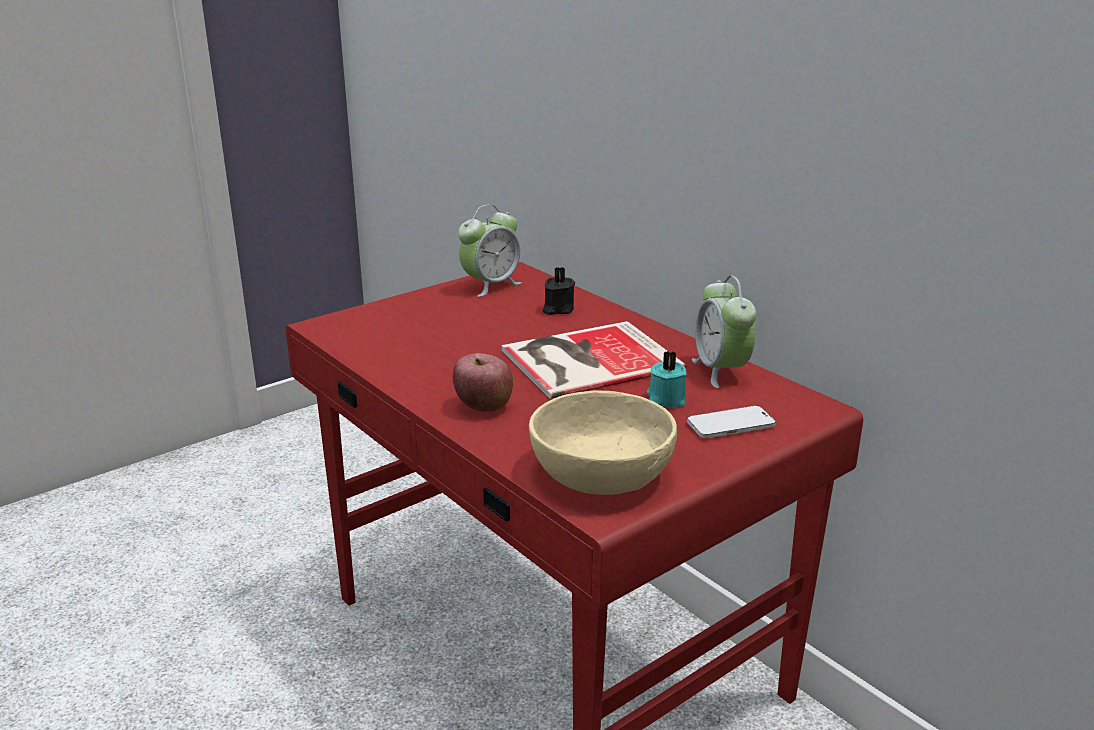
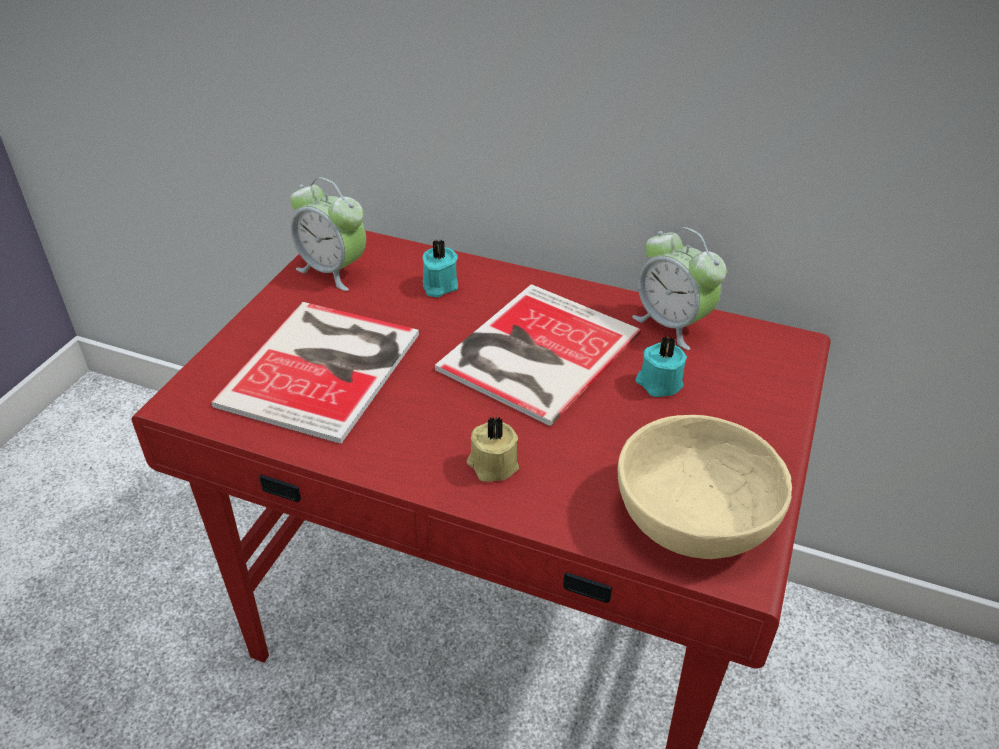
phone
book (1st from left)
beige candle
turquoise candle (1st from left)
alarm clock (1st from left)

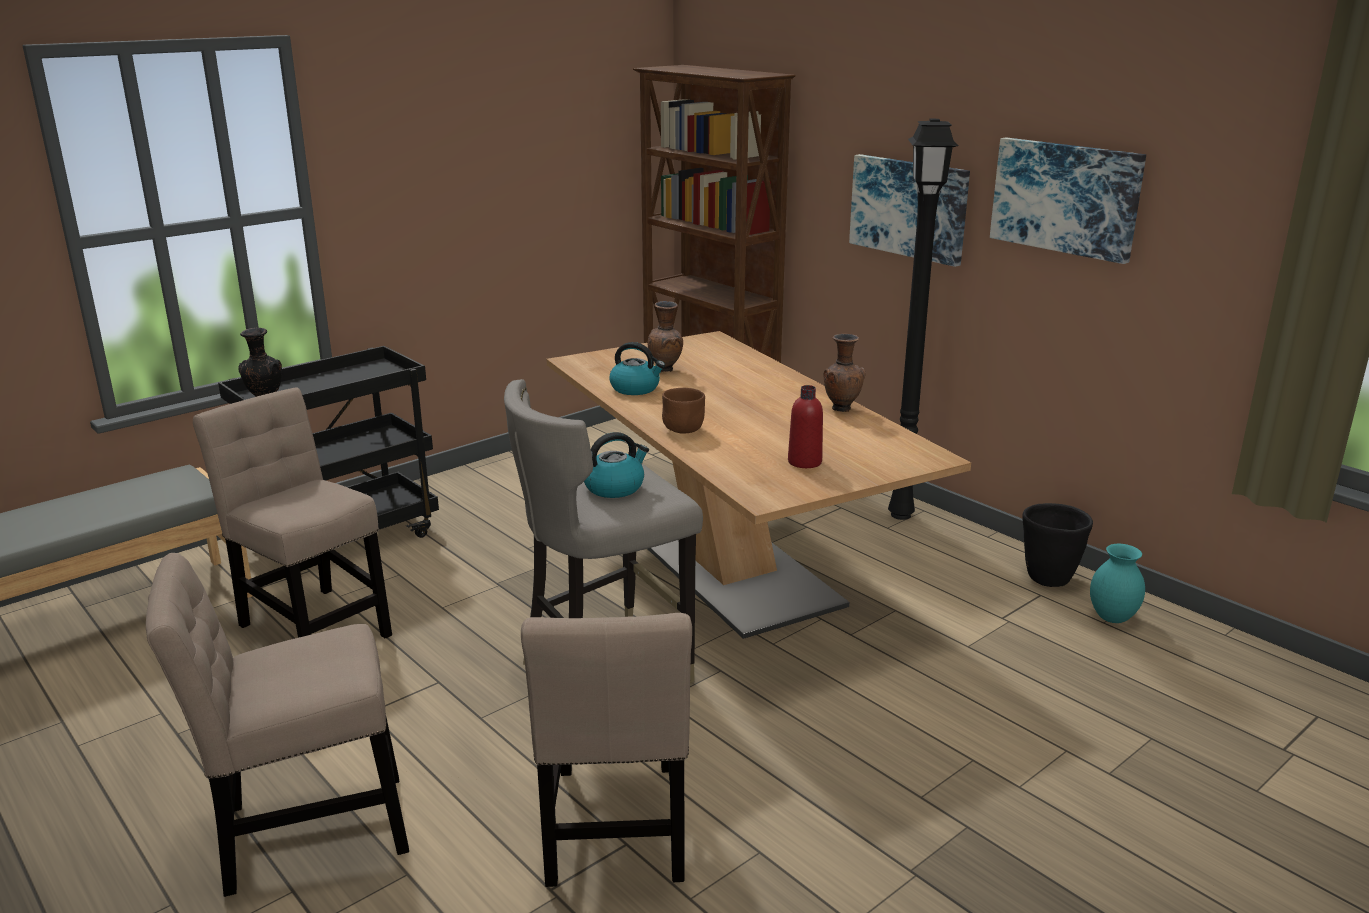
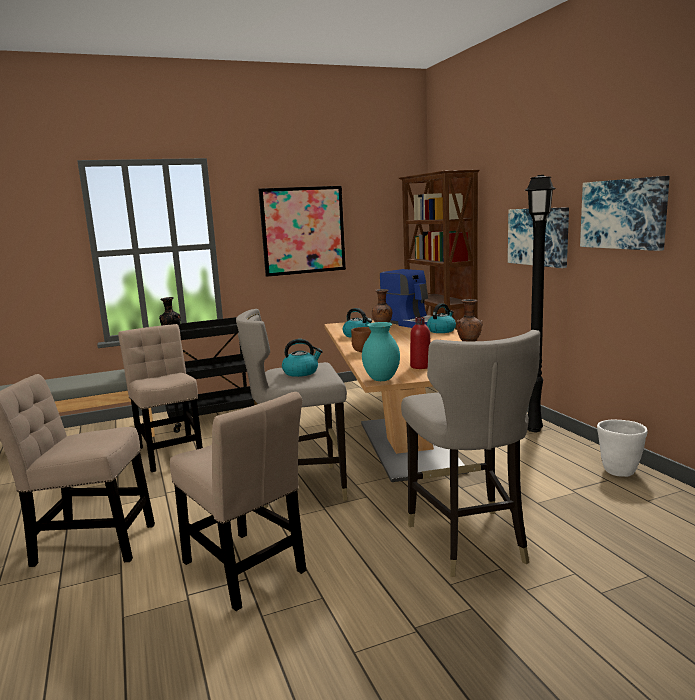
picture (1st from left)
coffee machine
grey stool (2nd from left)
kettle (3rd from left)
turquoise vase
white planter
beige chair (3rd from left)

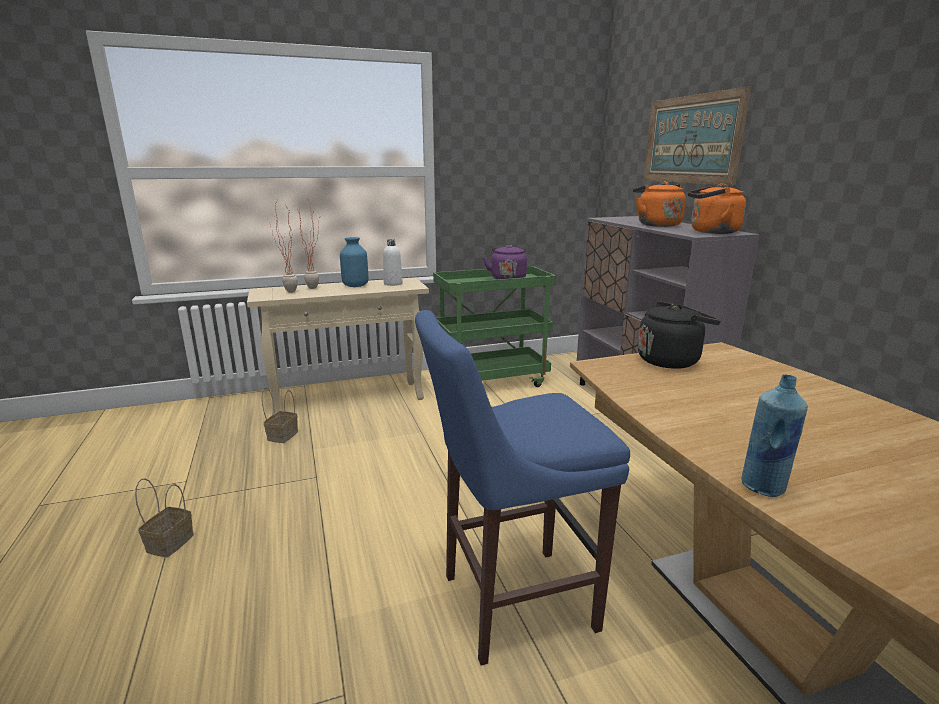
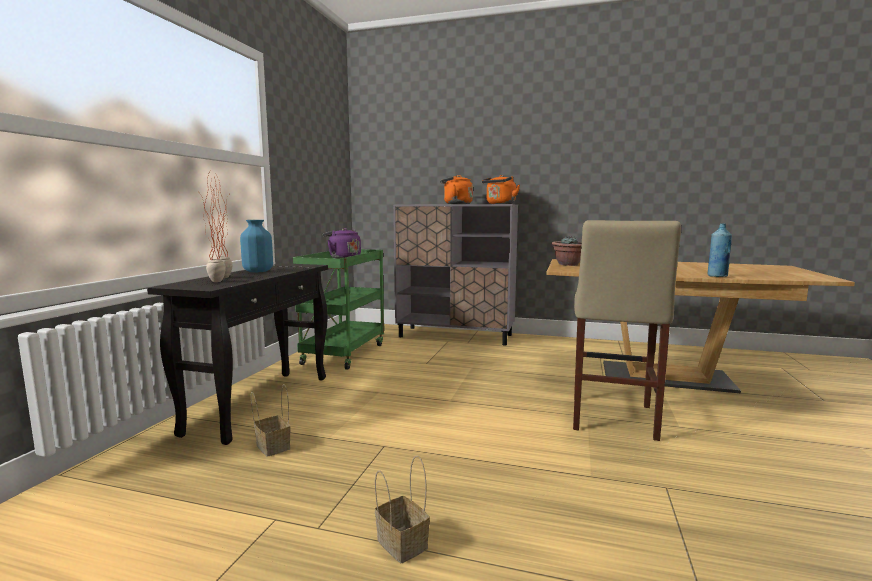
white bottle
picture
potted plant (3rd from left)
black console table
beige stool

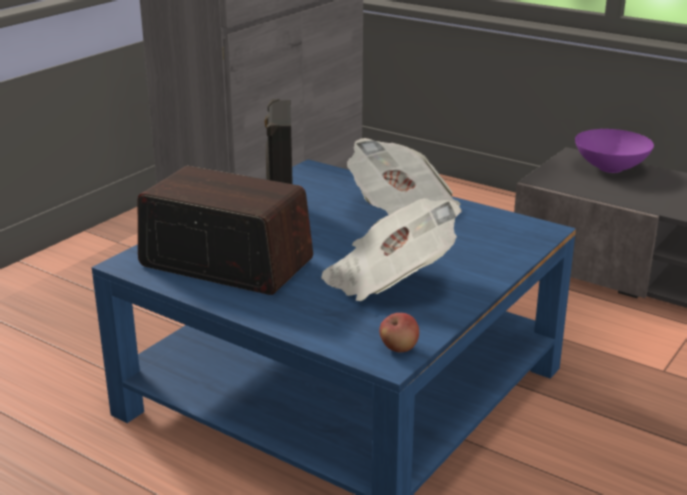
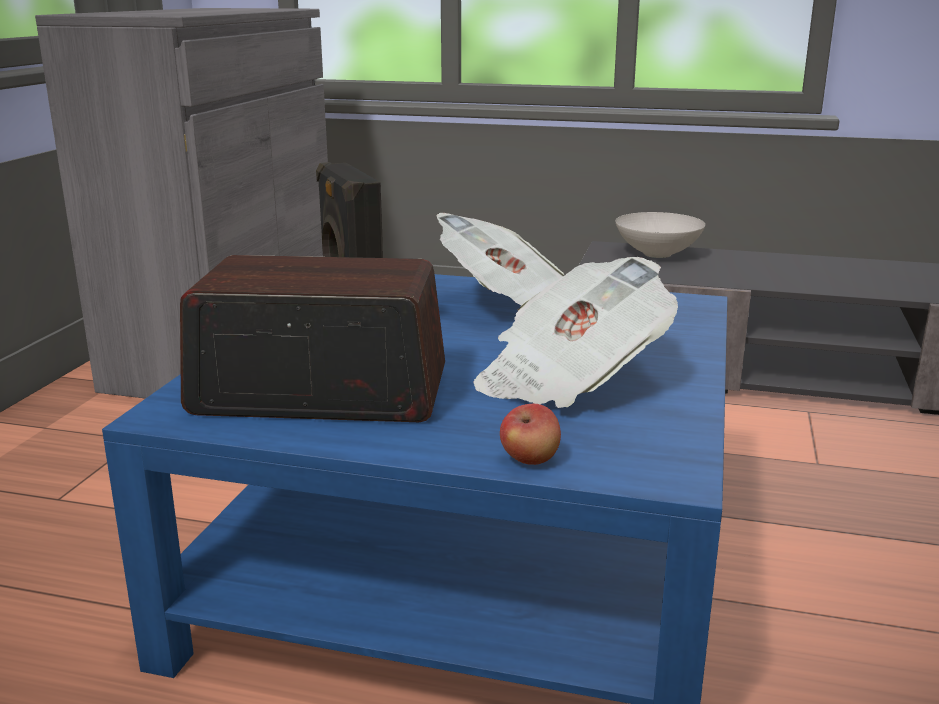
apple
white bowl

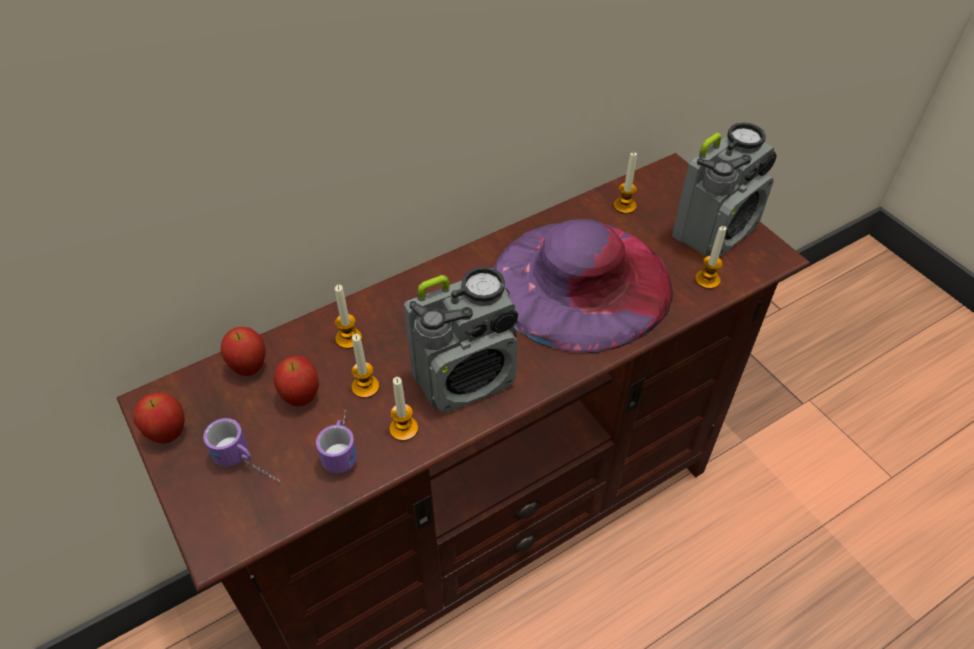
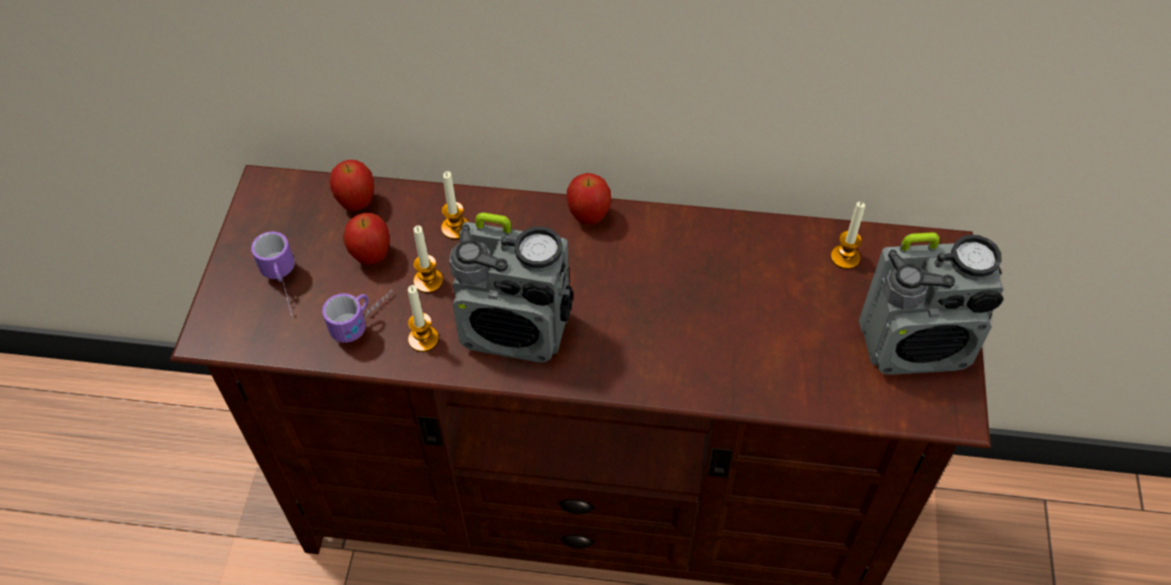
purple hat
candle (5th from left in the first image)
apple (3rd from left)

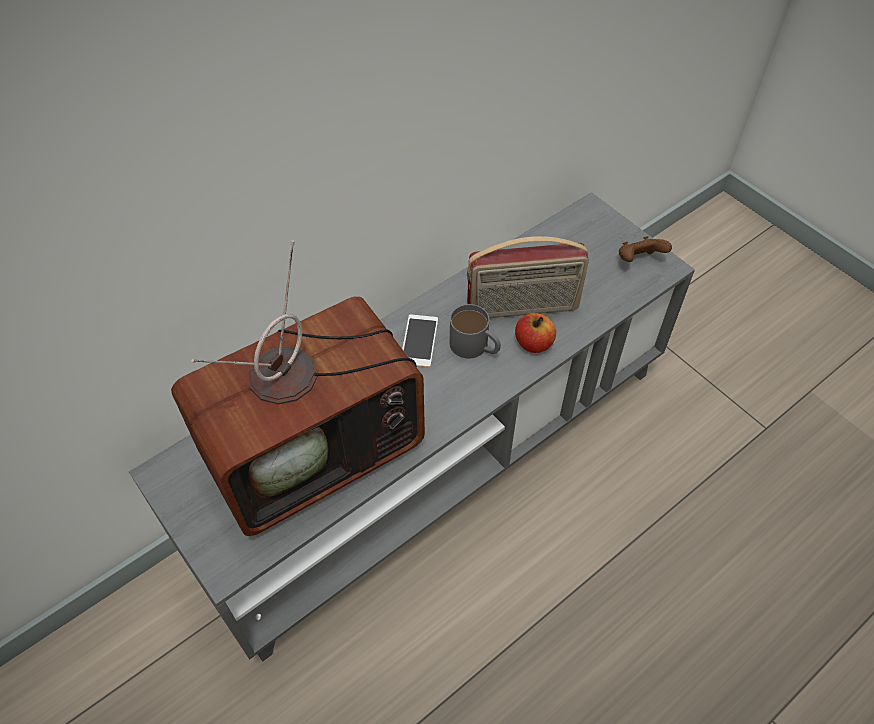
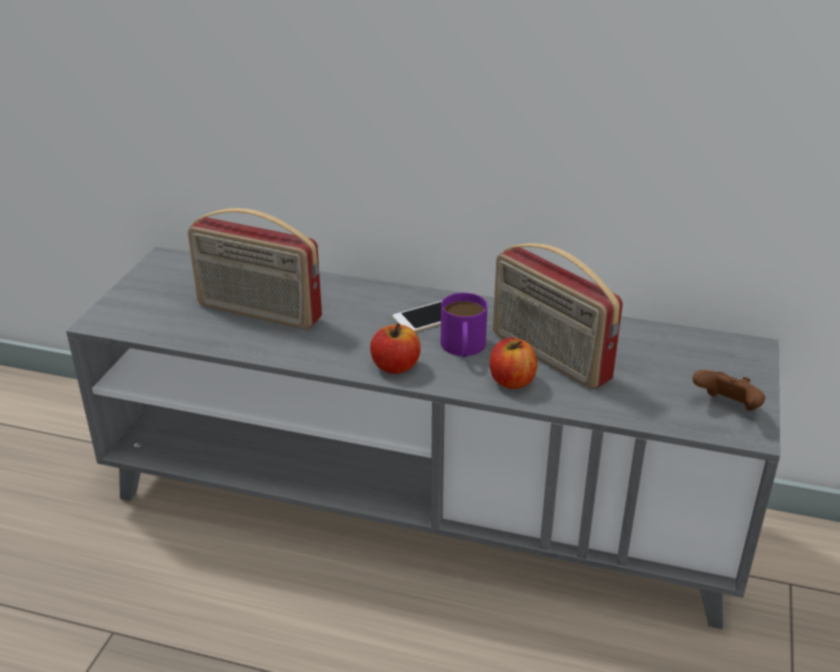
apple (1st from left)
radio (1st from left)
purple mug

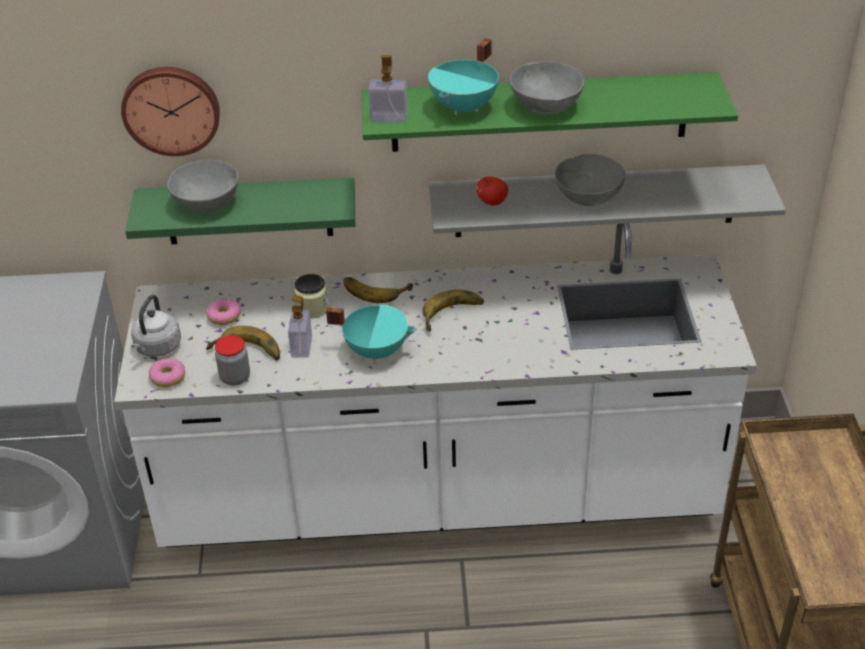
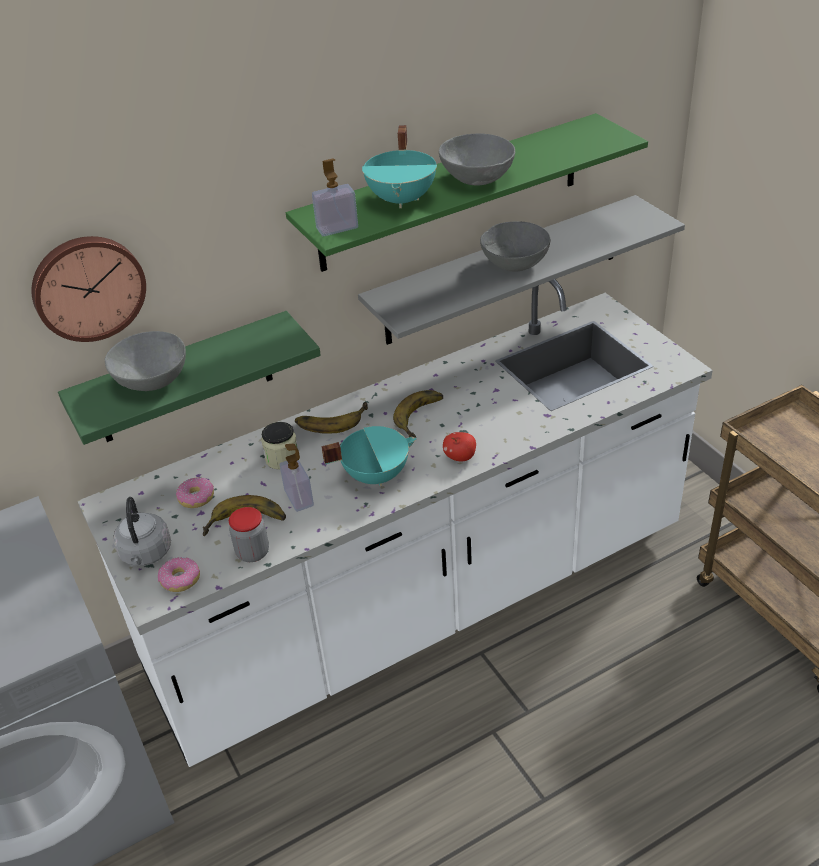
apple

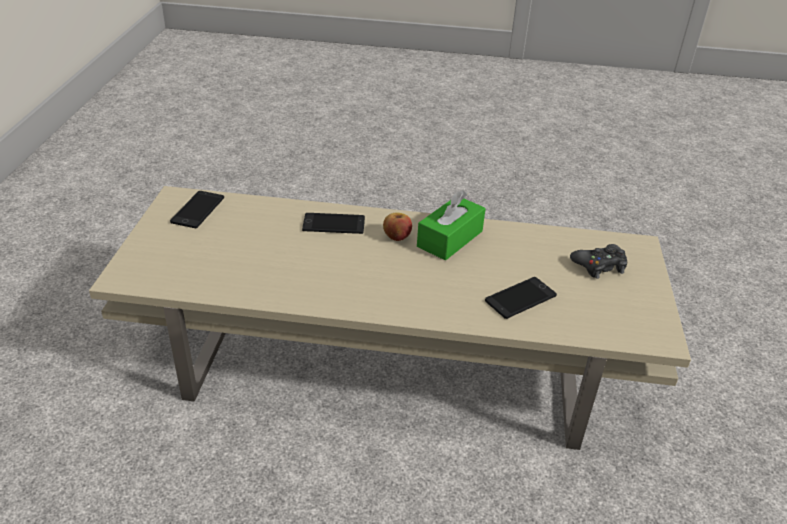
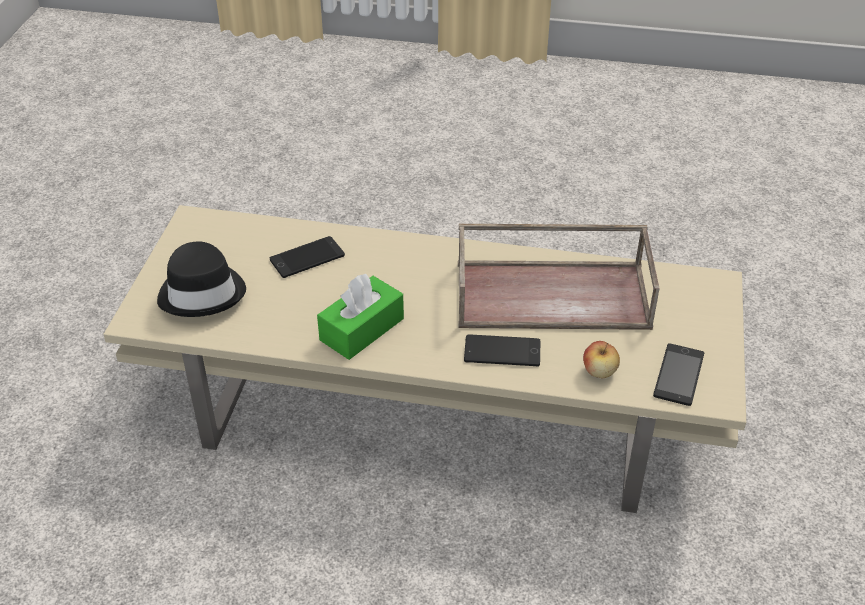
brown tray
apple
black hat

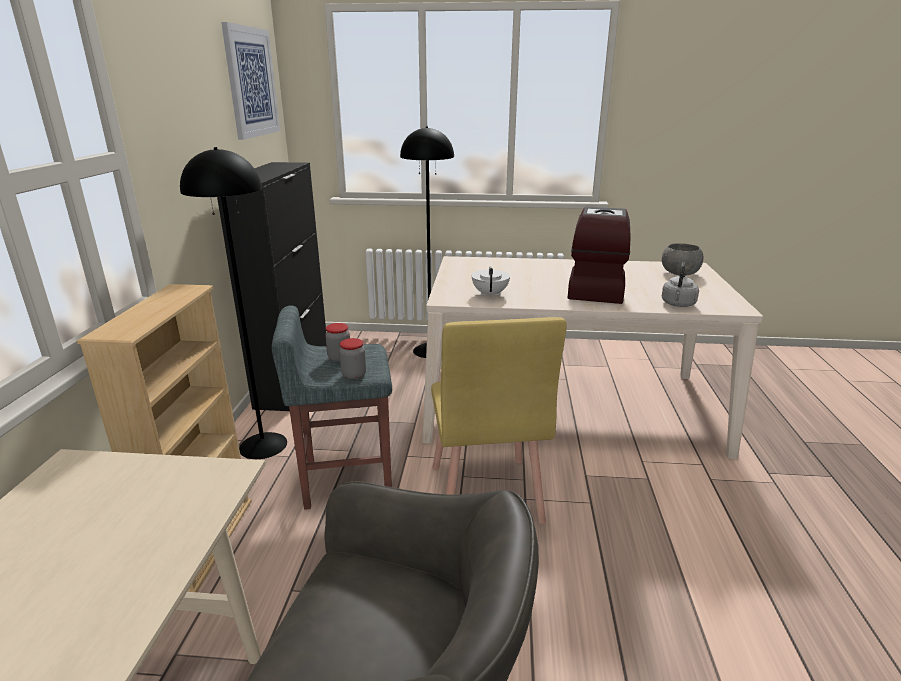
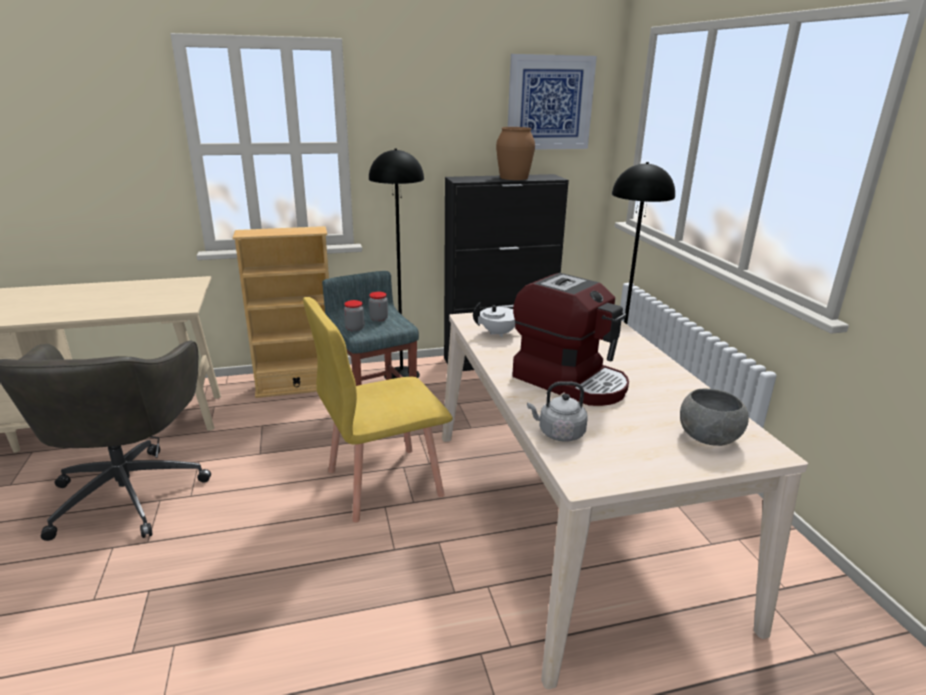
brown vase
coffee machine

